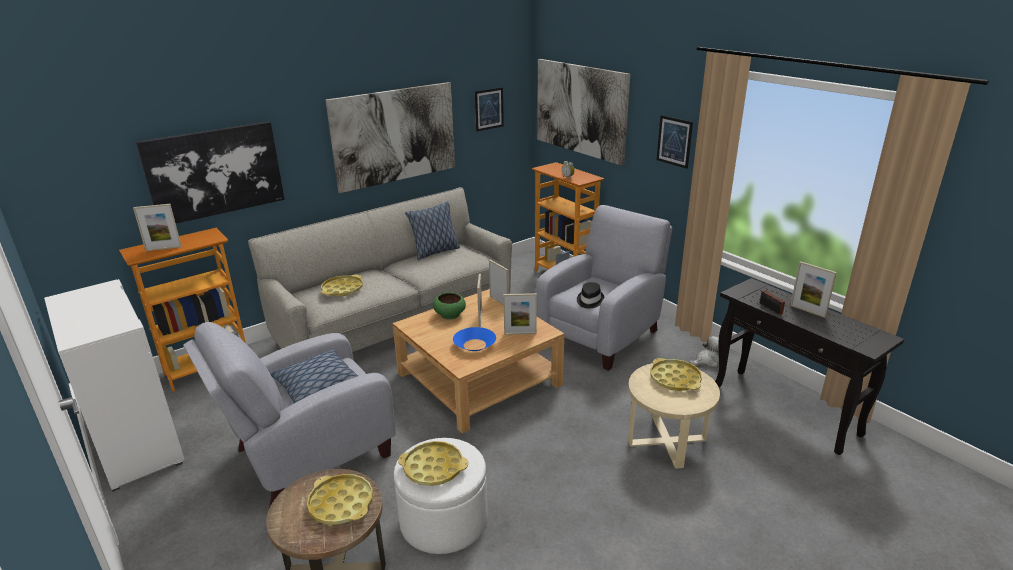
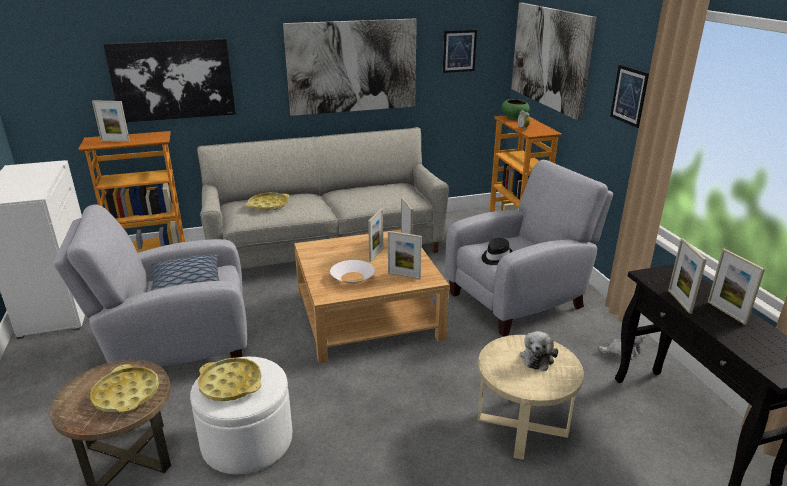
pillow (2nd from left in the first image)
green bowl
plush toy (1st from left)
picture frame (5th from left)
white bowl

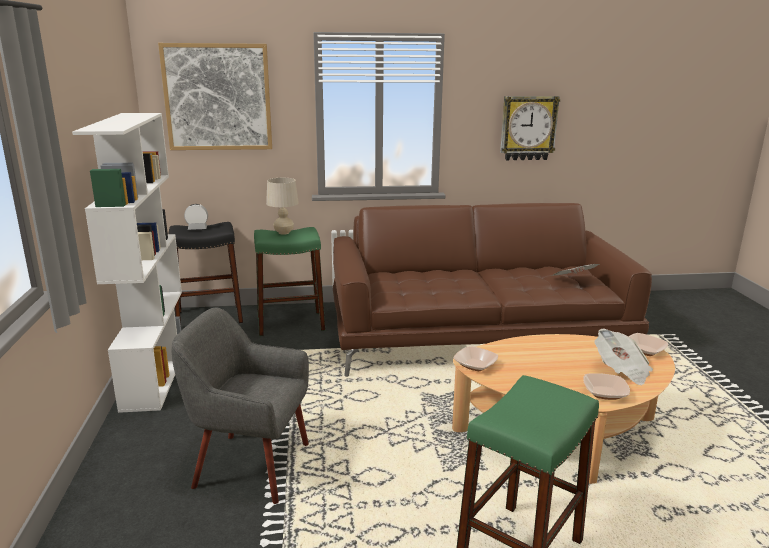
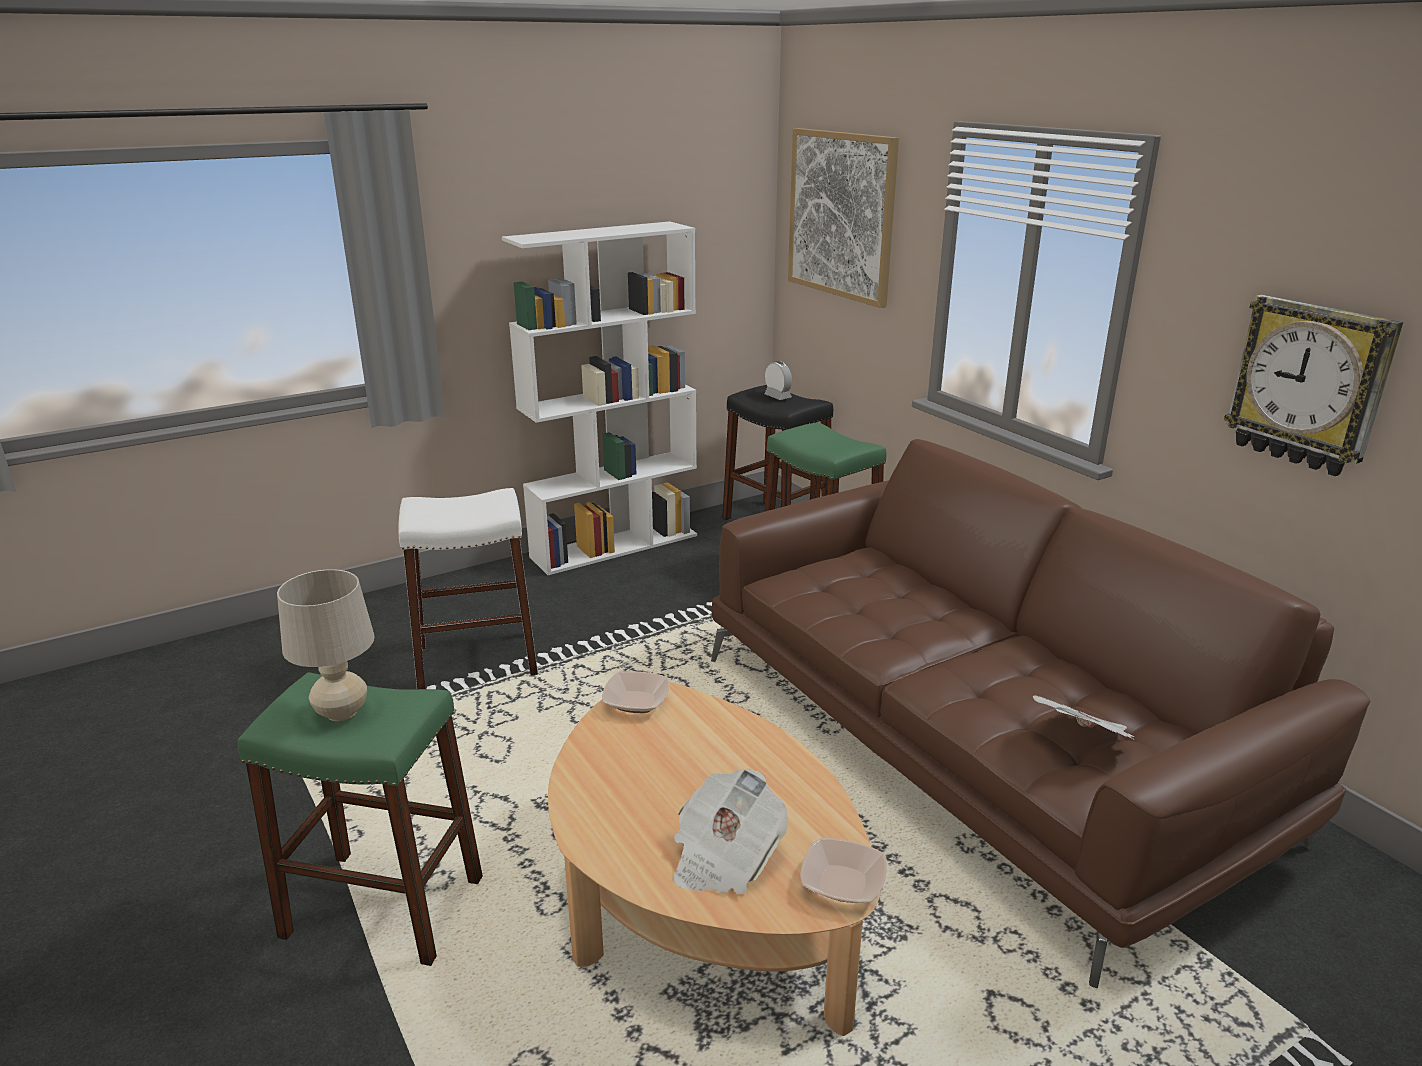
bowl (2nd from left in the first image)
beige table lamp
white stool

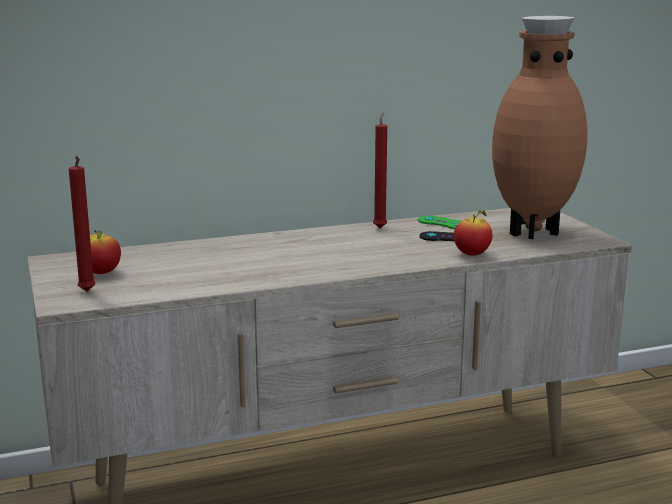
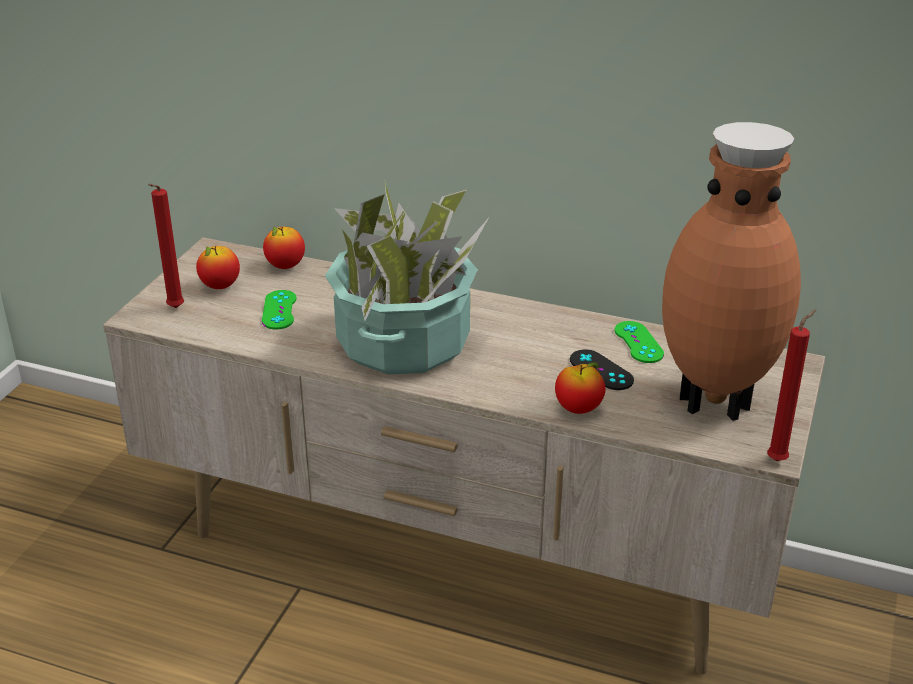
green game controller (1st from left)
apple (2nd from left)
potted plant
red candle (2nd from left)

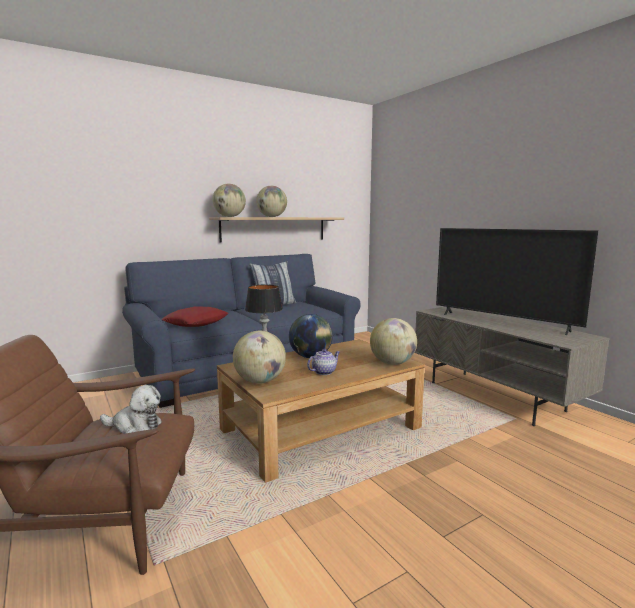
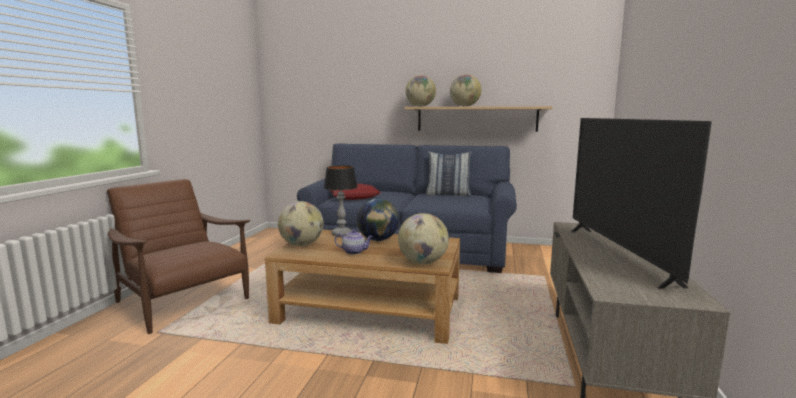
plush toy

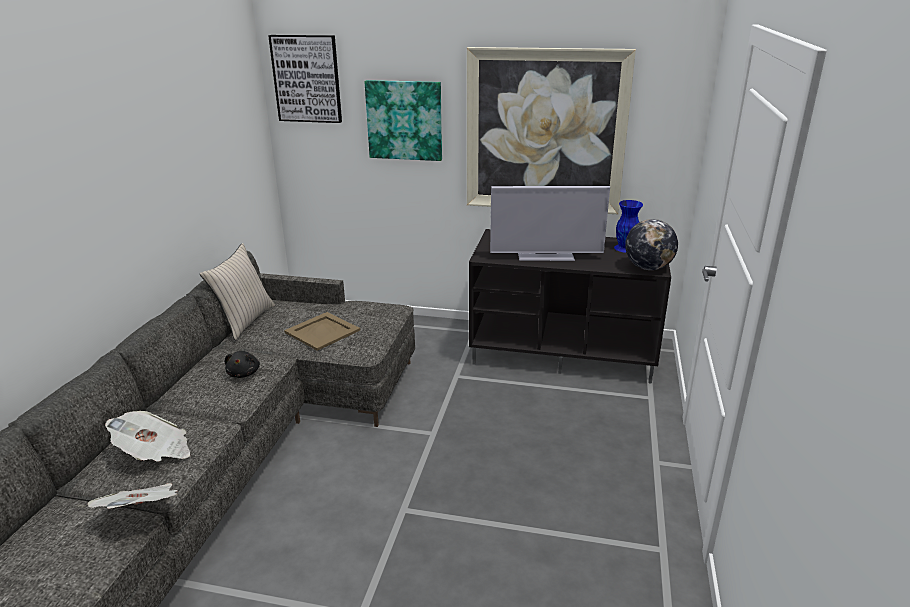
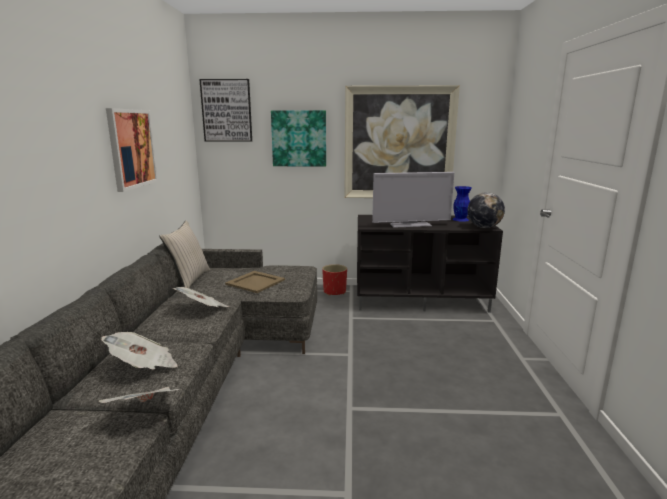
picture (1st from left)
red planter
newspaper (3rd from left)

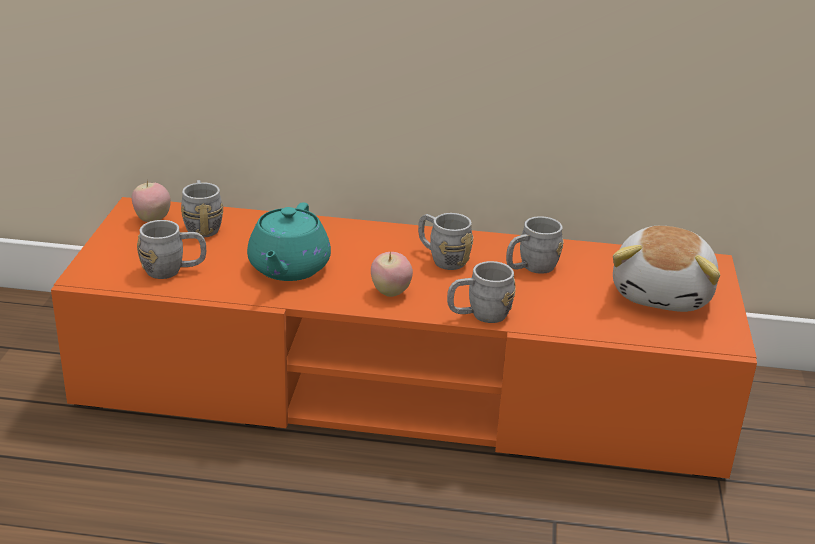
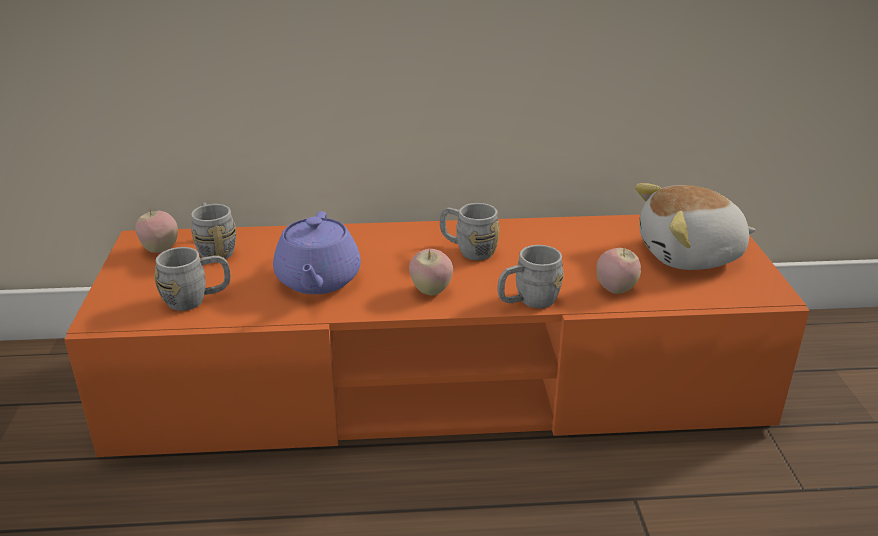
grey mug (5th from left in the first image)
apple (3rd from left)
purple teapot
plush toy

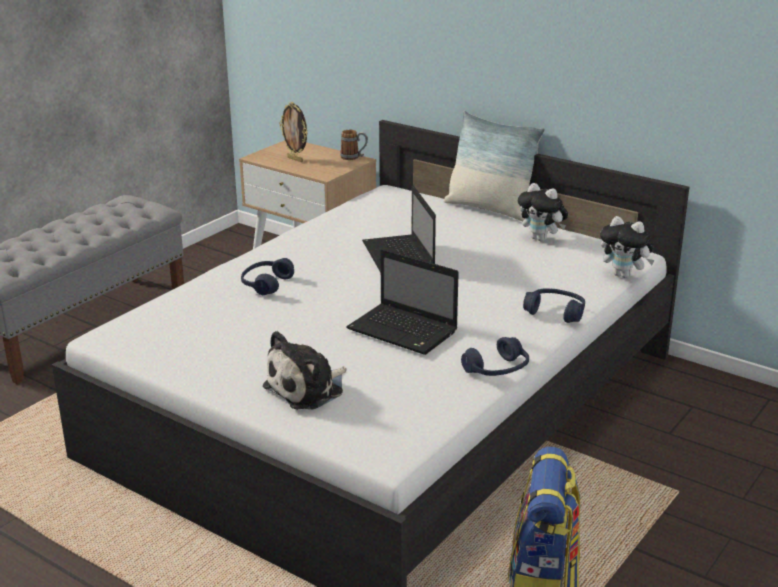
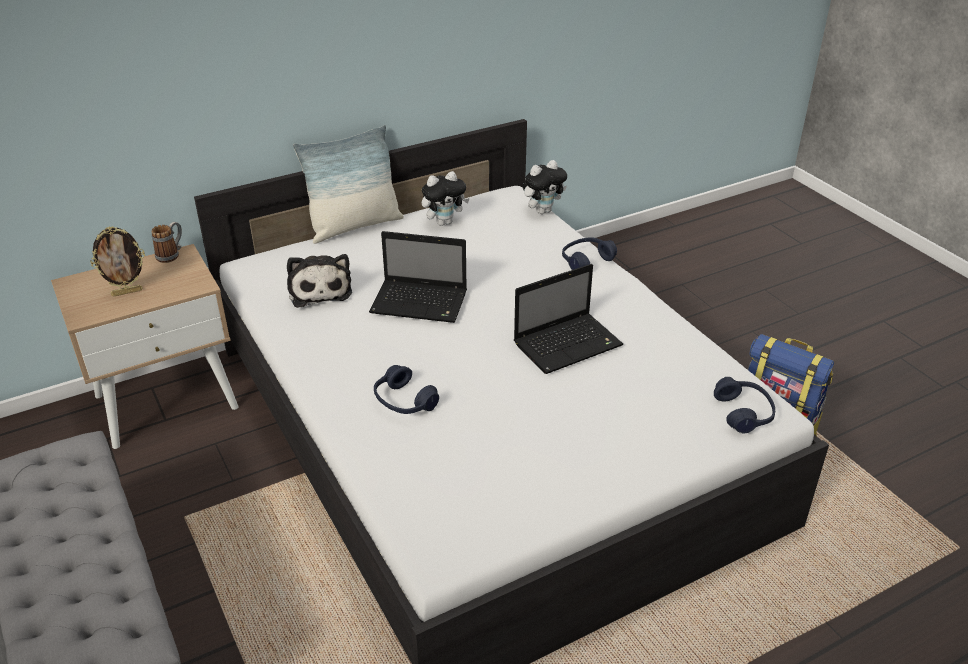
plush toy (1st from left)
blue headphones (3rd from left)

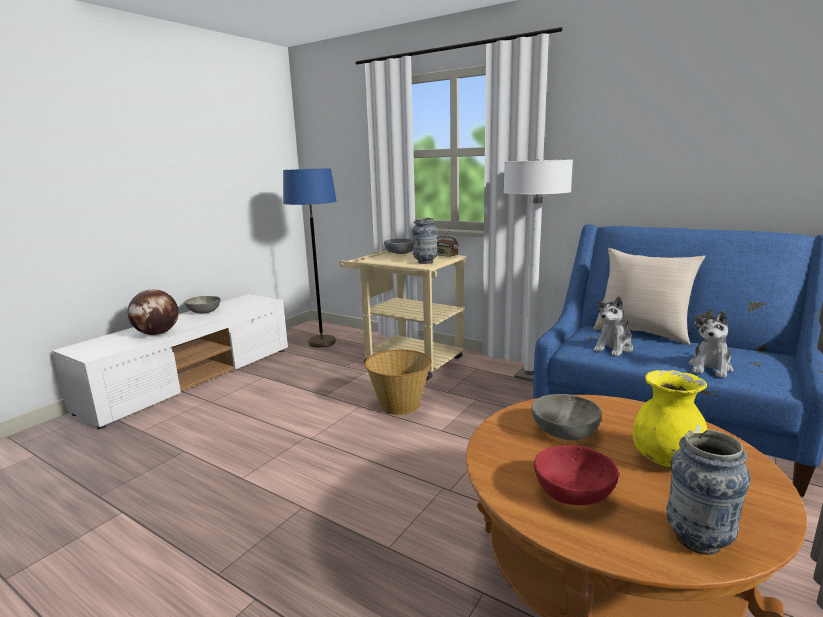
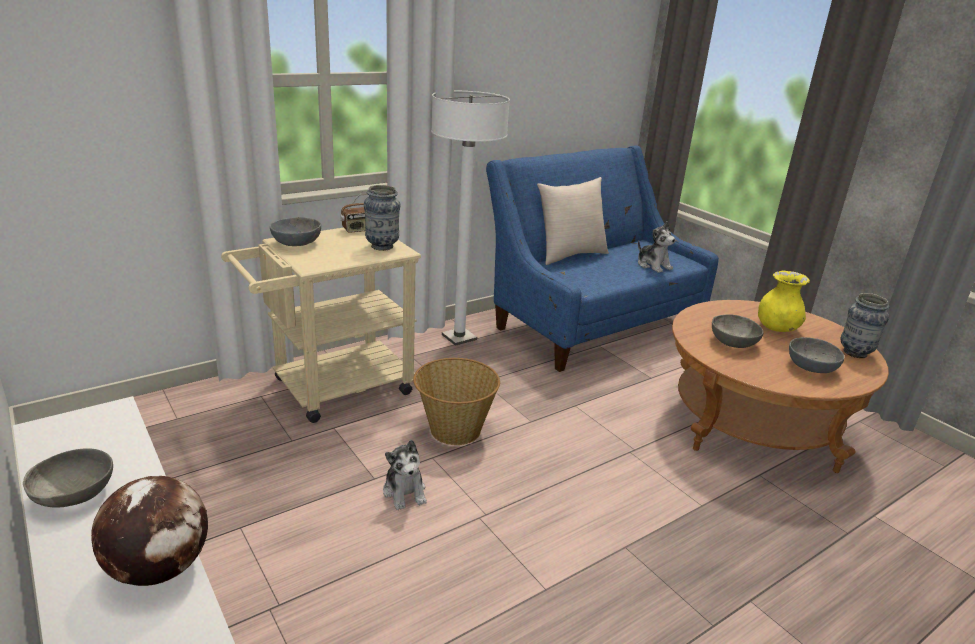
blue floor lamp
plush toy (1st from left)
grey bowl (4th from left)

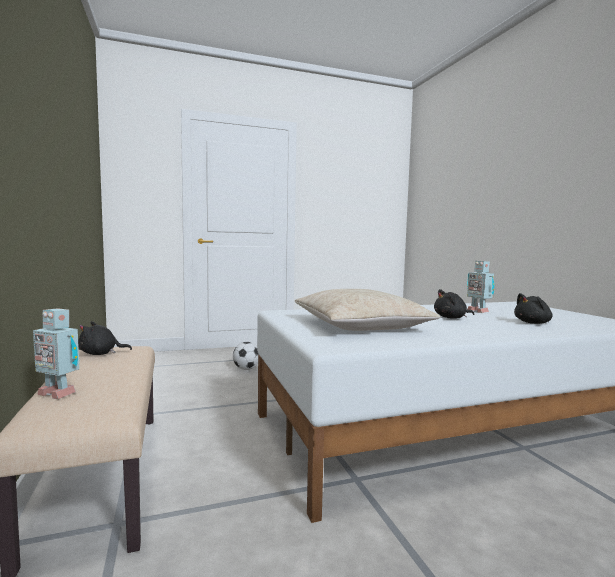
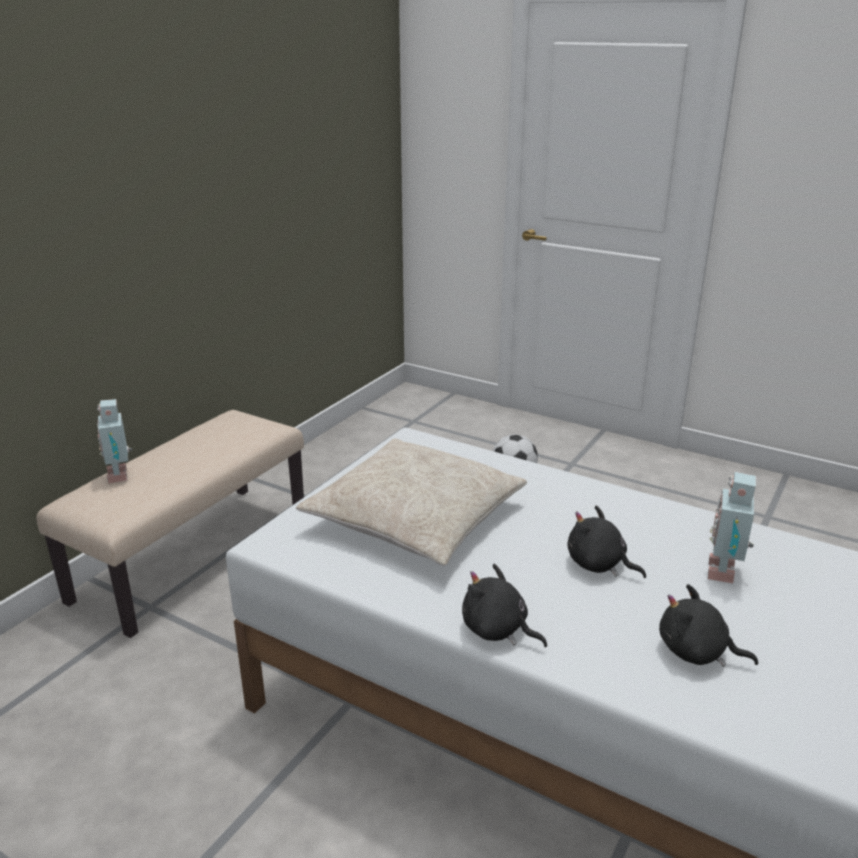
black plush toy (1st from left)

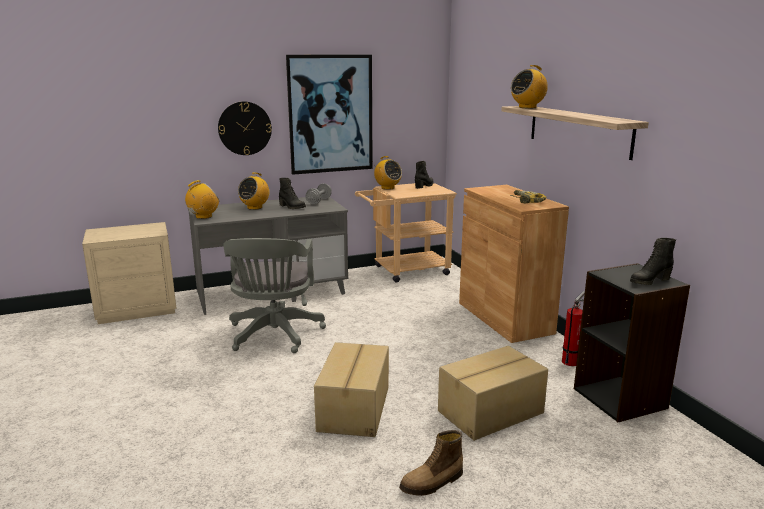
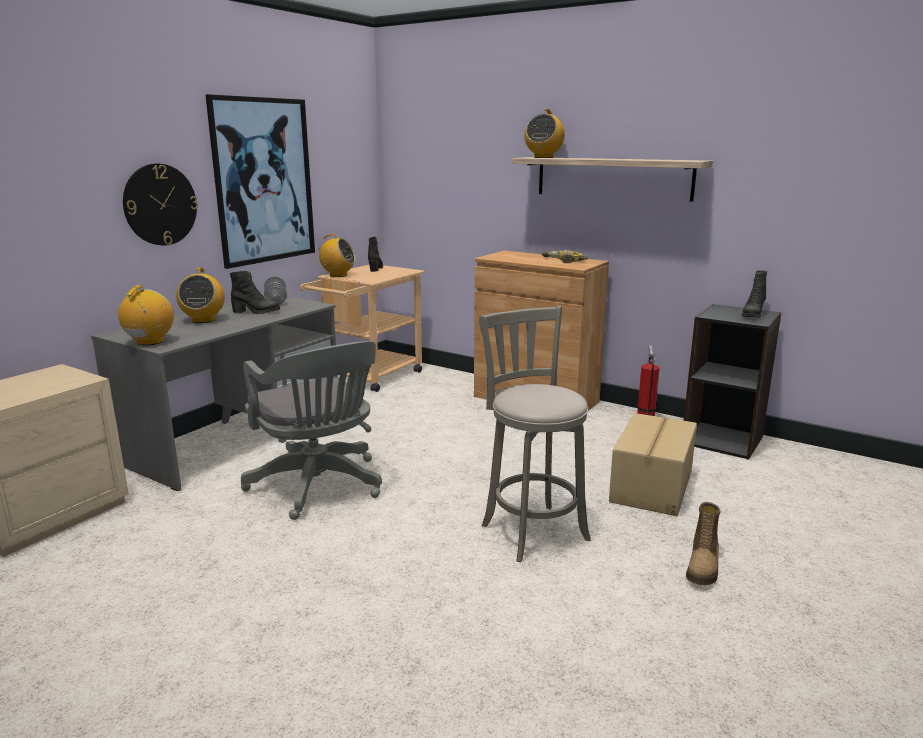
grey stool

